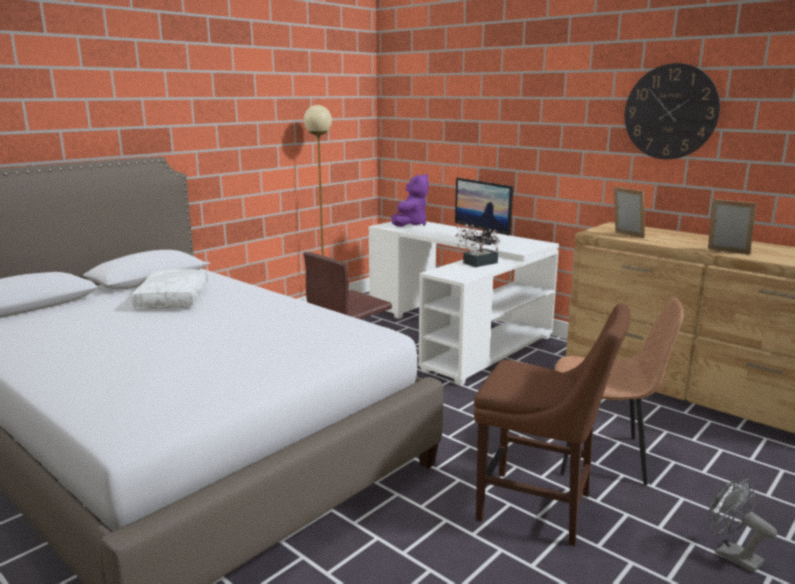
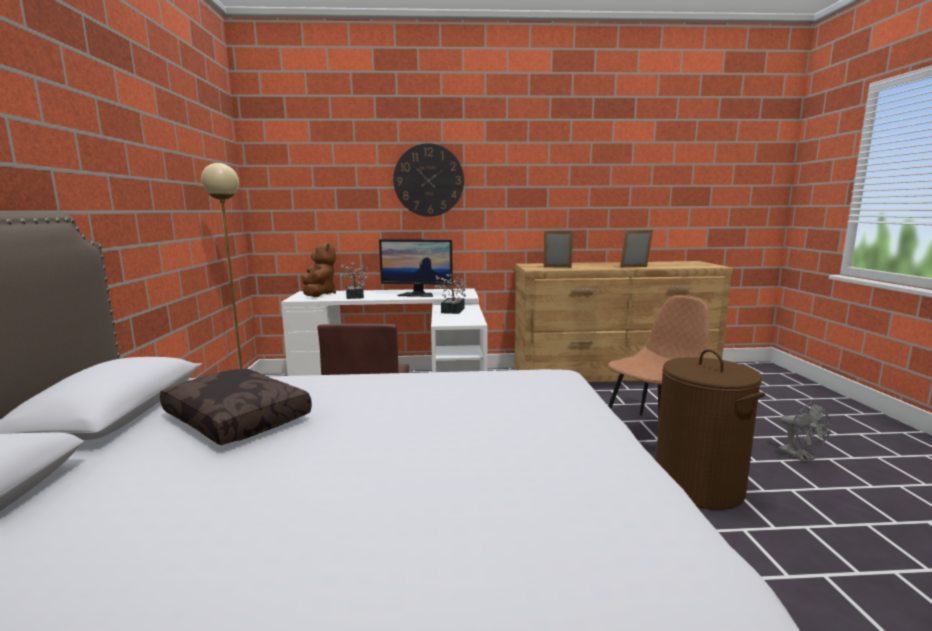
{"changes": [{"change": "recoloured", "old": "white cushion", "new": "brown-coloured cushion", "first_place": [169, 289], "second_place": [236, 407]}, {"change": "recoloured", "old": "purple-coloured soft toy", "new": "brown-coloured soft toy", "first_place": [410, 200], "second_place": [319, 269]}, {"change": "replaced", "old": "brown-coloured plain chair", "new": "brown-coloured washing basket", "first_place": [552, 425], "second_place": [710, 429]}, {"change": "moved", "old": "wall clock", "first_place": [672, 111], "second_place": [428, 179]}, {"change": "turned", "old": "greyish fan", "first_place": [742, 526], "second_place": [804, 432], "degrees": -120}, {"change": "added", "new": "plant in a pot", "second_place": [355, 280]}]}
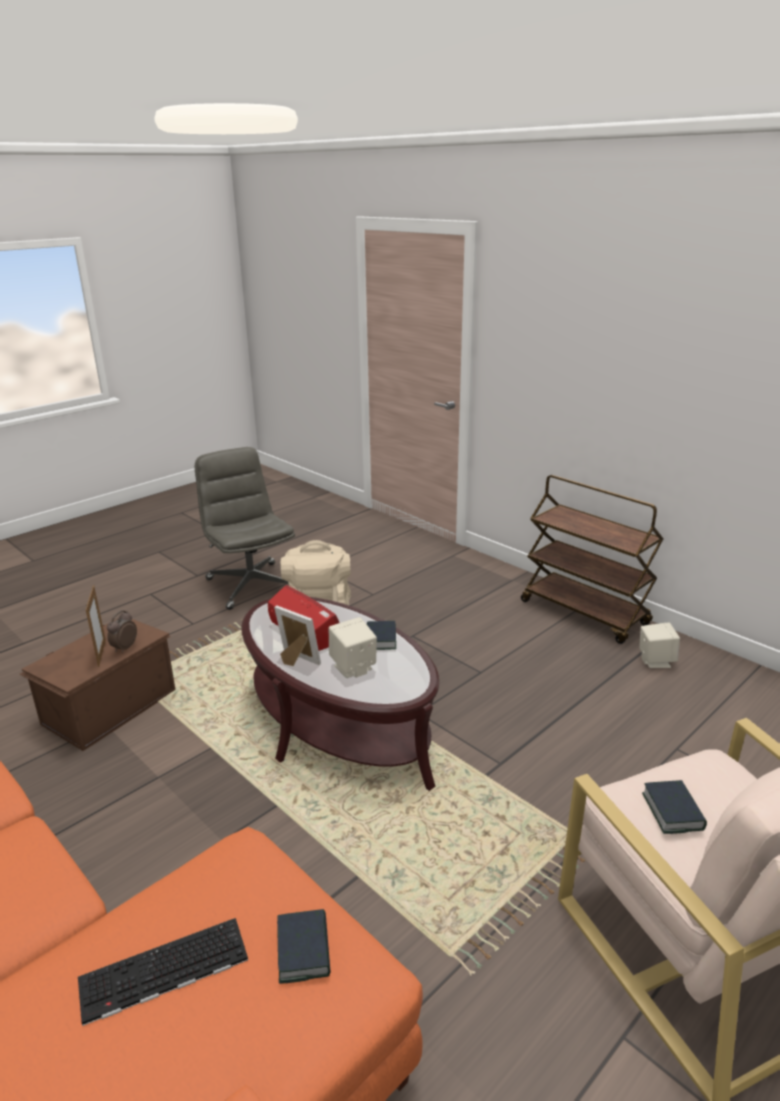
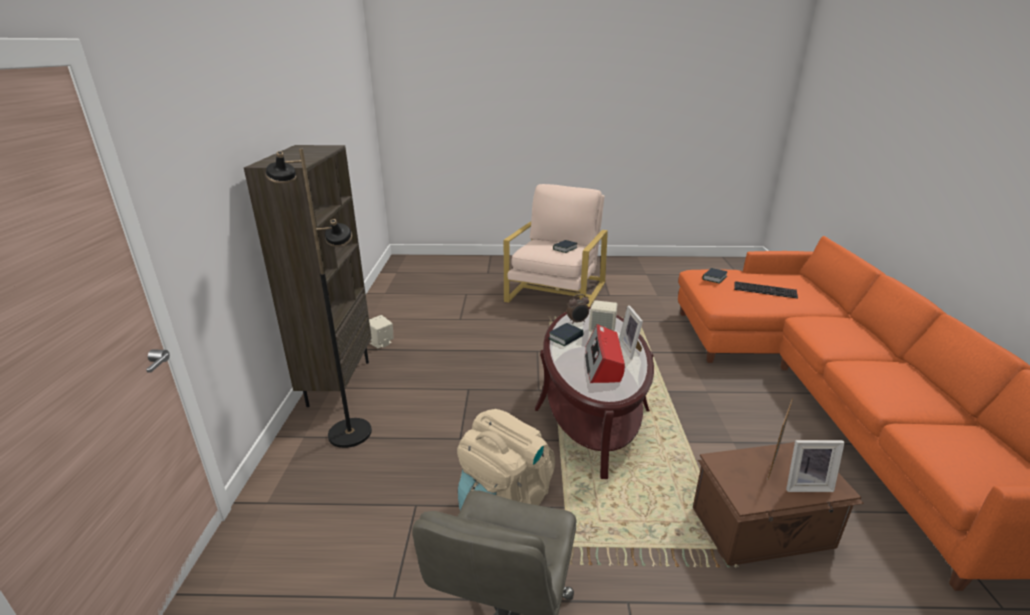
{"changes": [{"change": "moved", "old": "bedside clock", "first_place": [122, 631], "second_place": [578, 309]}, {"change": "replaced", "old": "brown-coloured cart", "new": "brown-coloured shelving unit", "first_place": [592, 559], "second_place": [308, 276]}, {"change": "added", "new": "black standard lamp", "second_place": [318, 298]}, {"change": "added", "new": "photo frame", "second_place": [815, 466]}]}
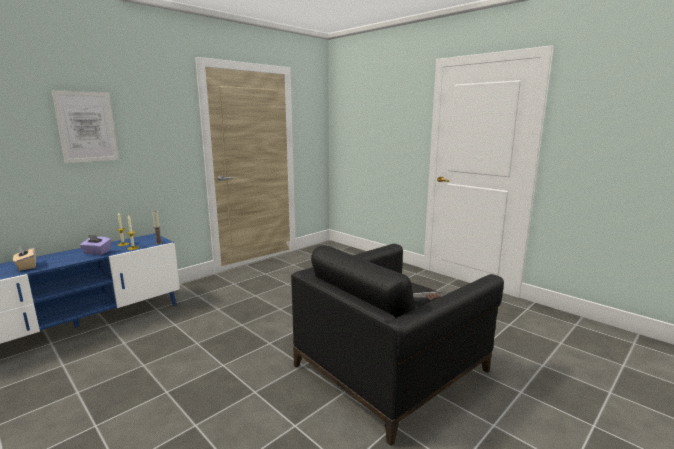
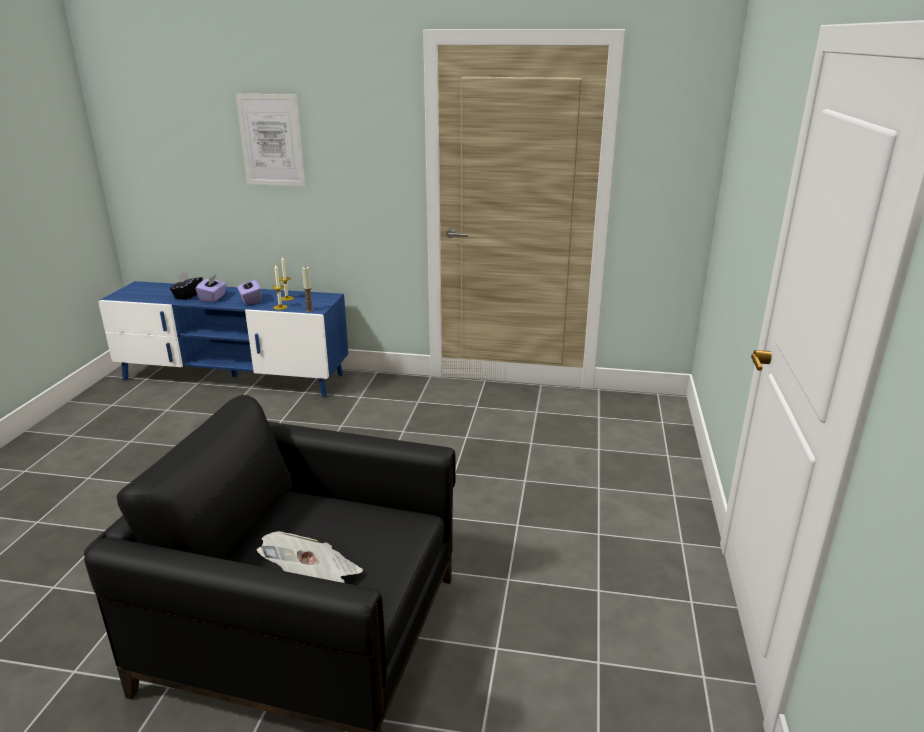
{"changes": [{"change": "recoloured", "old": "beige-coloured tissue holder", "new": "black tissue holder", "first_place": [24, 258], "second_place": [186, 286]}, {"change": "added", "new": "purple-coloured tissue holder", "second_place": [211, 288]}]}
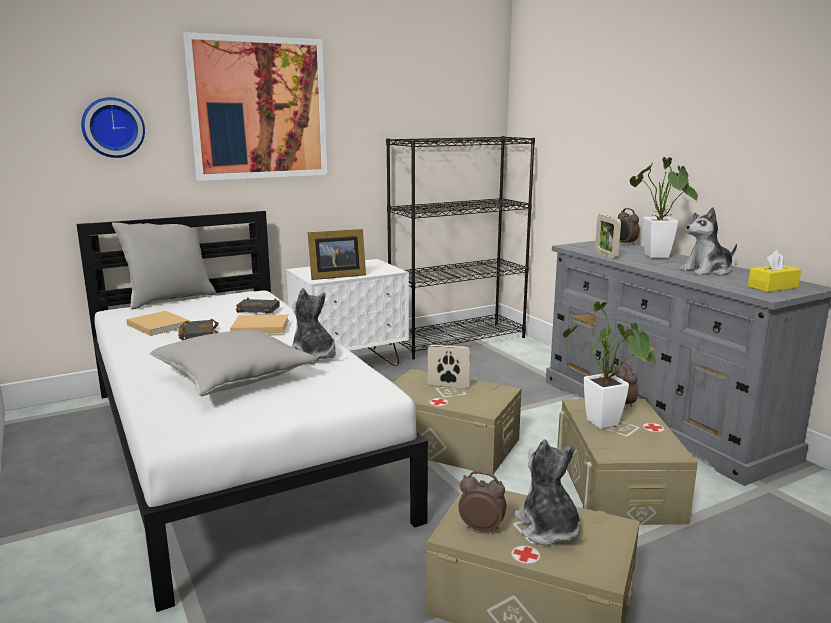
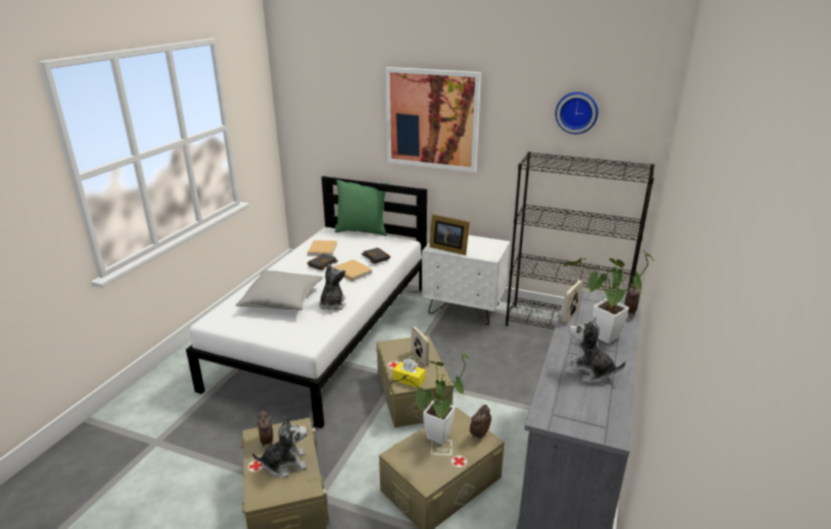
{"changes": [{"change": "moved", "old": "wall clock", "first_place": [113, 127], "second_place": [576, 113]}, {"change": "recoloured", "old": "greyish cushion", "new": "green cushion", "first_place": [164, 262], "second_place": [362, 208]}, {"change": "turned", "old": "soft toy", "first_place": [547, 492], "second_place": [280, 446], "degrees": 45}, {"change": "moved", "old": "yellow tissue holder", "first_place": [774, 271], "second_place": [409, 373]}]}
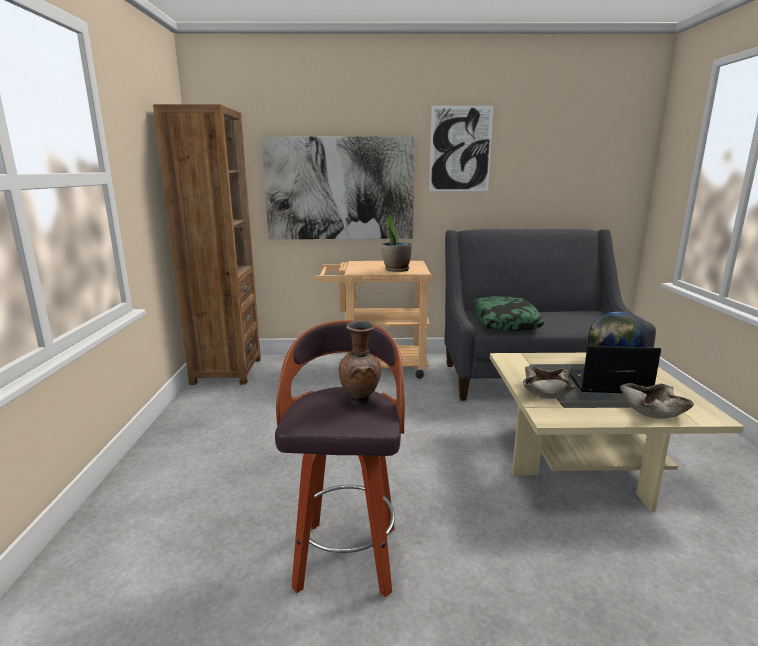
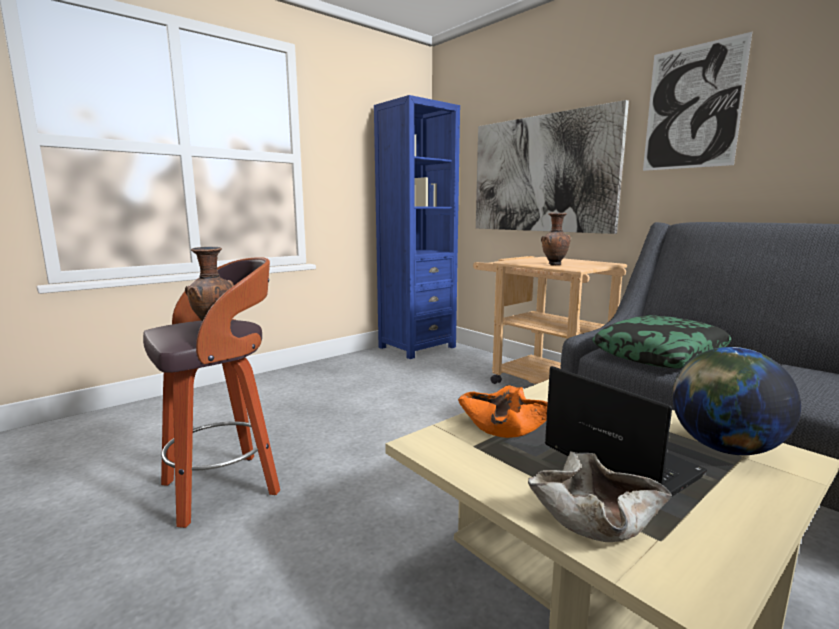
{"changes": [{"change": "recoloured", "old": "brown-coloured shelving unit", "new": "blue-coloured shelving unit", "first_place": [207, 244], "second_place": [417, 227]}, {"change": "replaced", "old": "plant in a pot", "new": "brown-coloured decorative vase", "first_place": [396, 243], "second_place": [556, 239]}, {"change": "recoloured", "old": "beige-coloured deep dish", "new": "orange deep dish", "first_place": [549, 382], "second_place": [503, 411]}]}
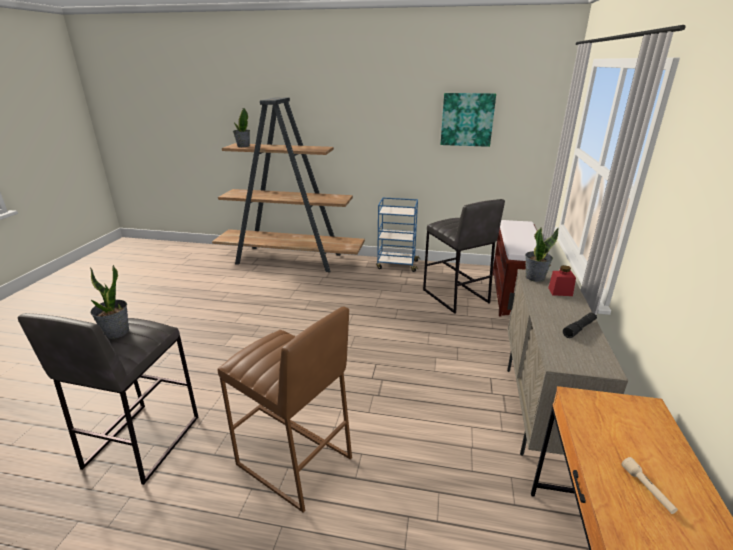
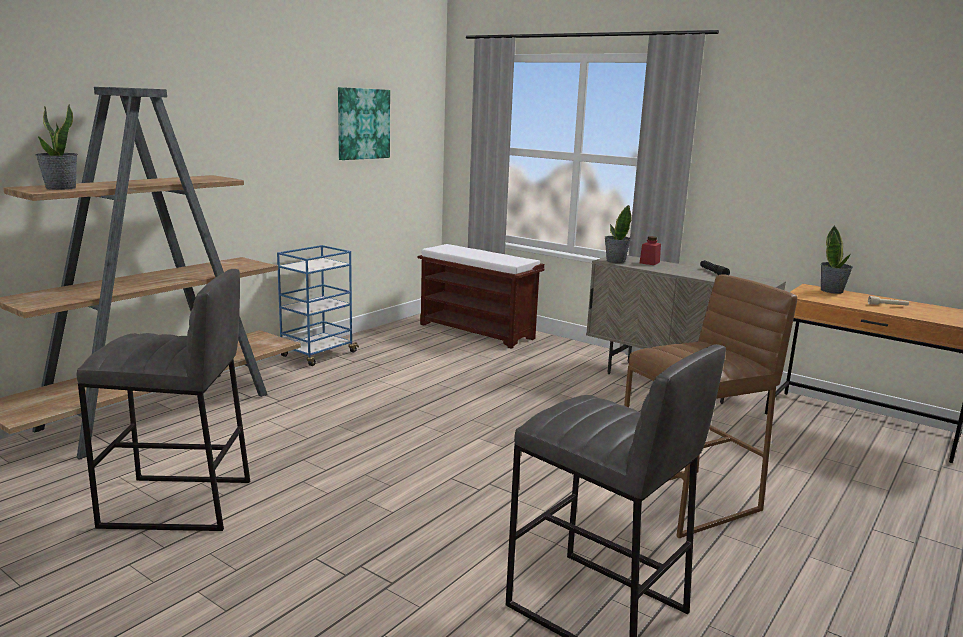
{"changes": [{"change": "moved", "old": "plant in a pot", "first_place": [110, 302], "second_place": [837, 260]}, {"change": "moved", "old": "greyish stool seat", "first_place": [464, 256], "second_place": [163, 400]}]}
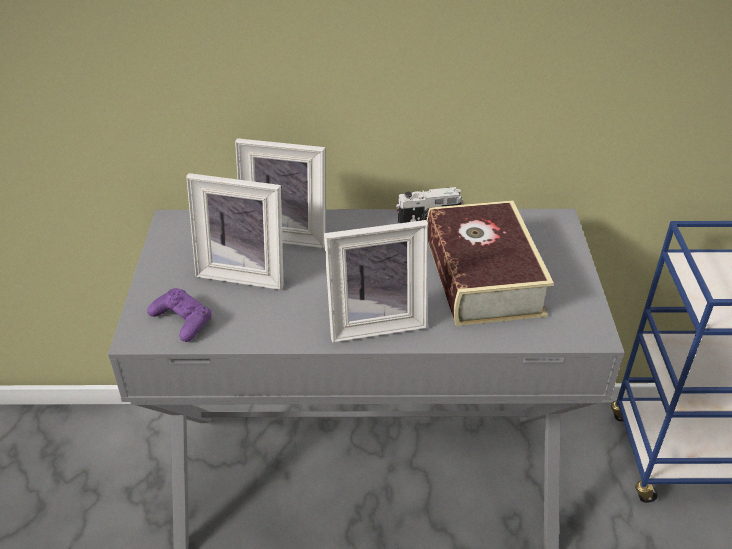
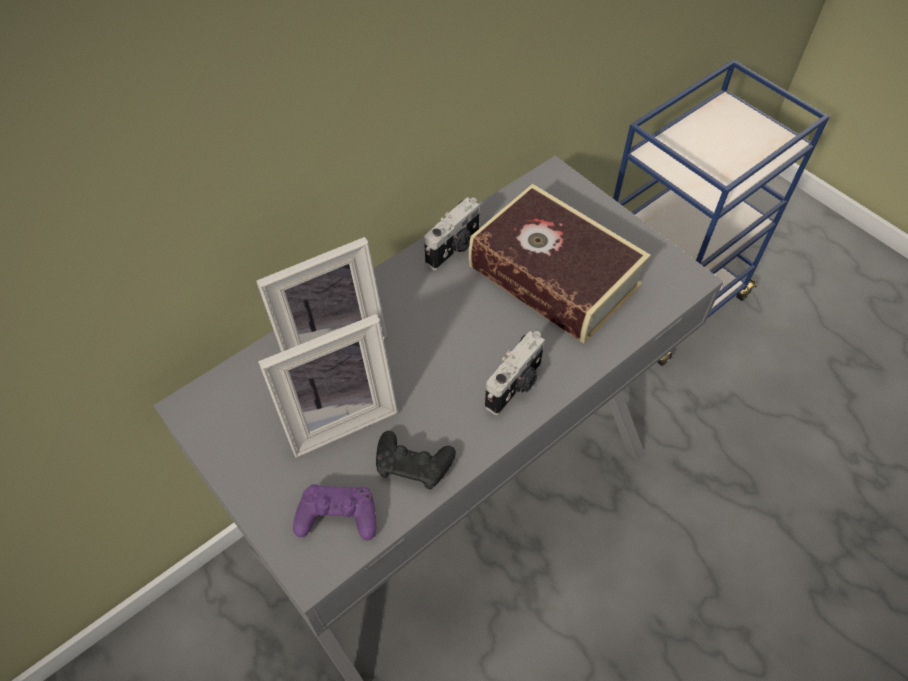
{"changes": [{"change": "replaced", "old": "photo frame", "new": "photo camera", "first_place": [376, 281], "second_place": [515, 373]}, {"change": "added", "new": "black gamepad", "second_place": [416, 460]}]}
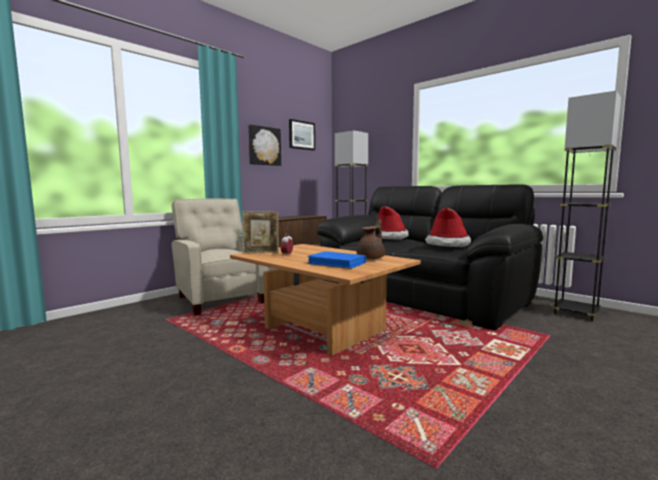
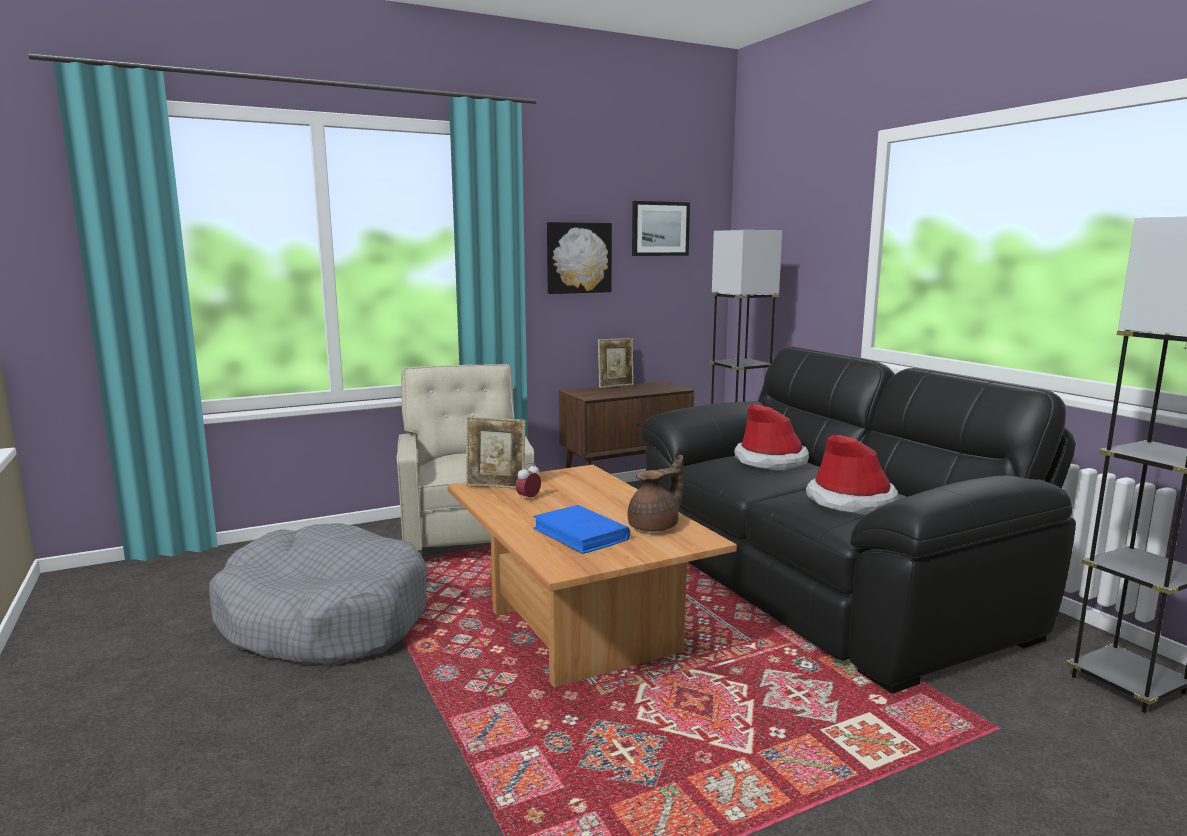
{"changes": [{"change": "added", "new": "greyish dog bed", "second_place": [318, 594]}, {"change": "added", "new": "photo frame", "second_place": [616, 363]}]}
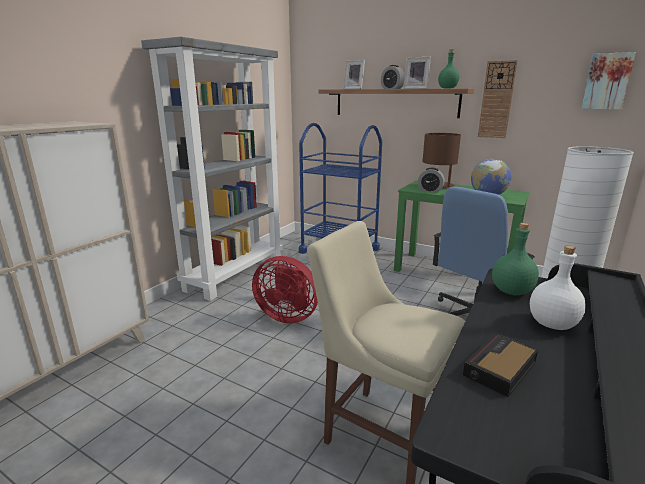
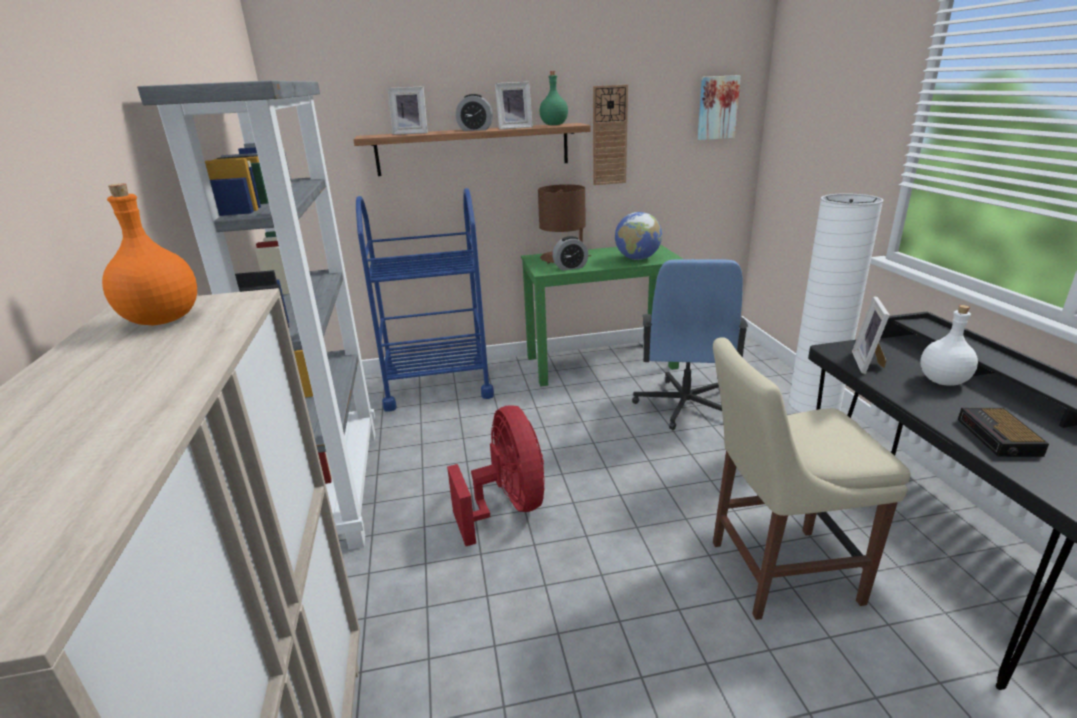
{"changes": [{"change": "turned", "old": "reddish fan", "first_place": [285, 290], "second_place": [496, 475], "degrees": -90}, {"change": "replaced", "old": "green beverage bottle", "new": "photo frame", "first_place": [515, 259], "second_place": [871, 335]}, {"change": "added", "new": "orange beverage bottle", "second_place": [149, 254]}]}
